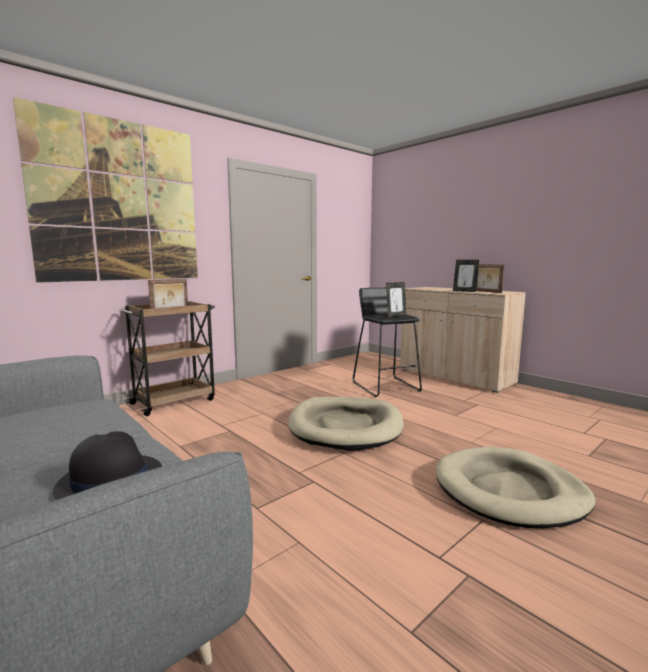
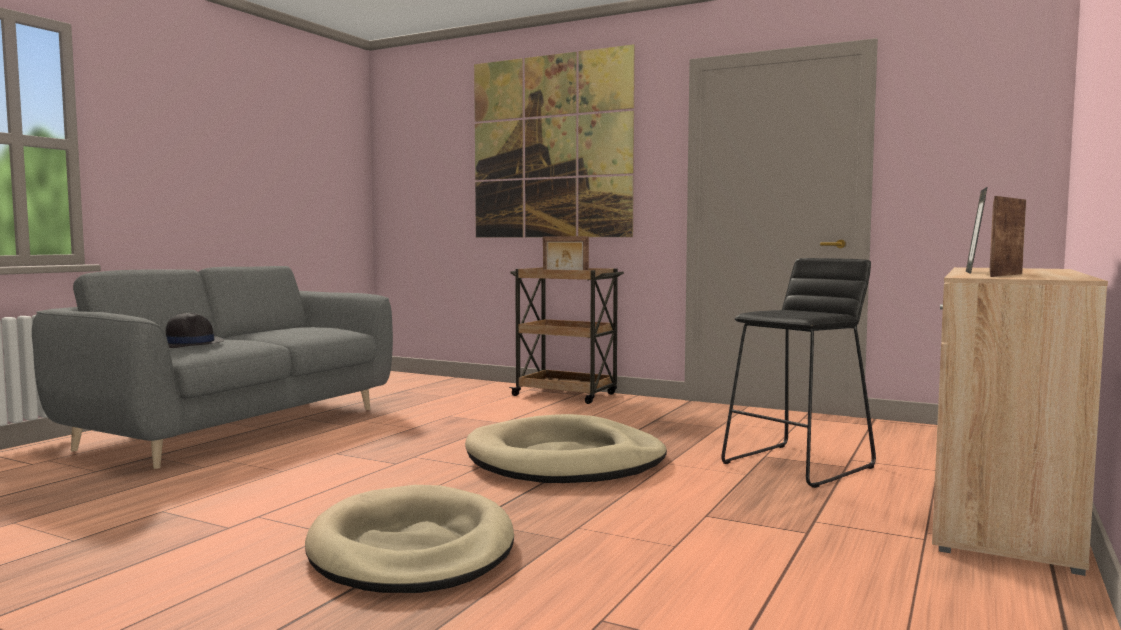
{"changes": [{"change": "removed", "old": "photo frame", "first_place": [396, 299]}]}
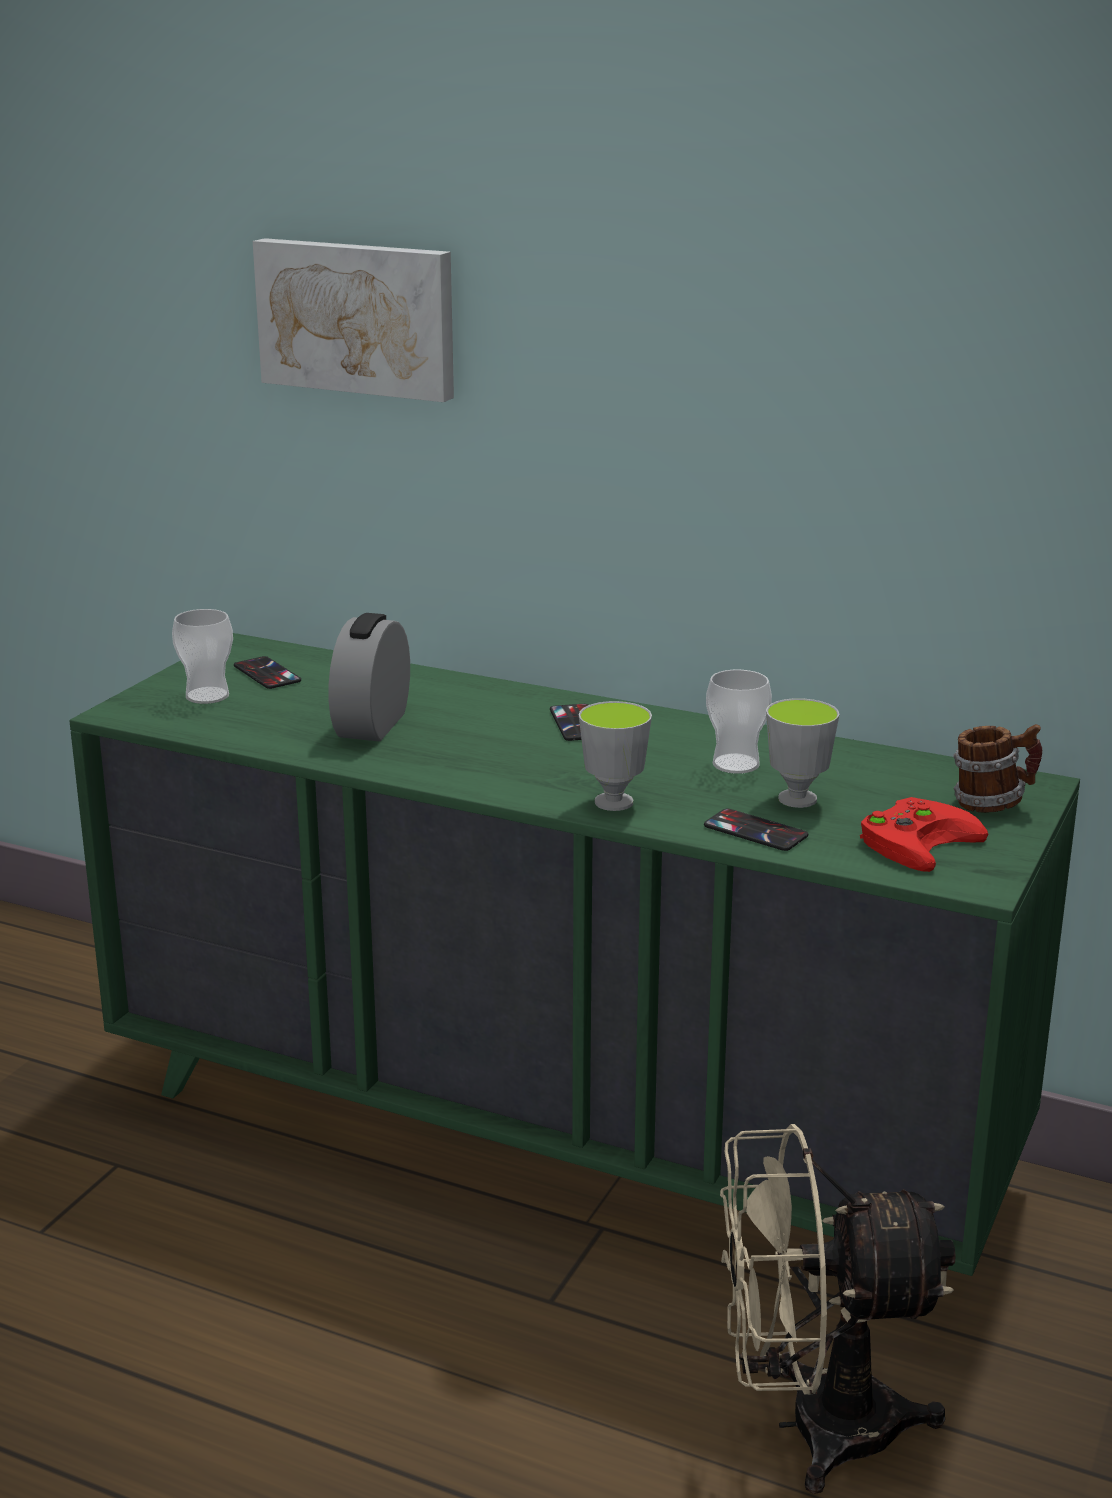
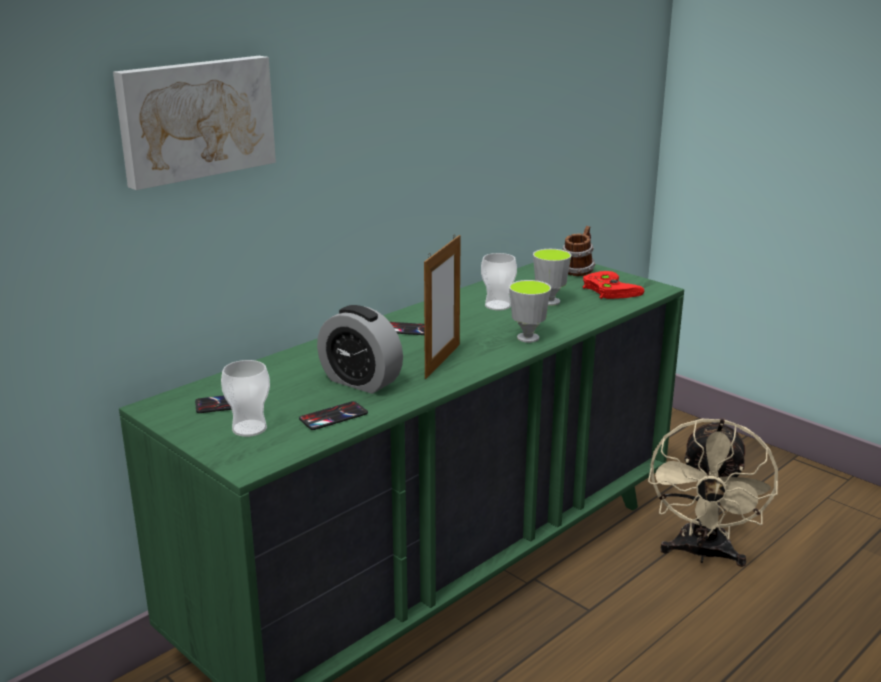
{"changes": [{"change": "moved", "old": "telephone", "first_place": [756, 830], "second_place": [333, 415]}, {"change": "added", "new": "photo frame", "second_place": [442, 306]}]}
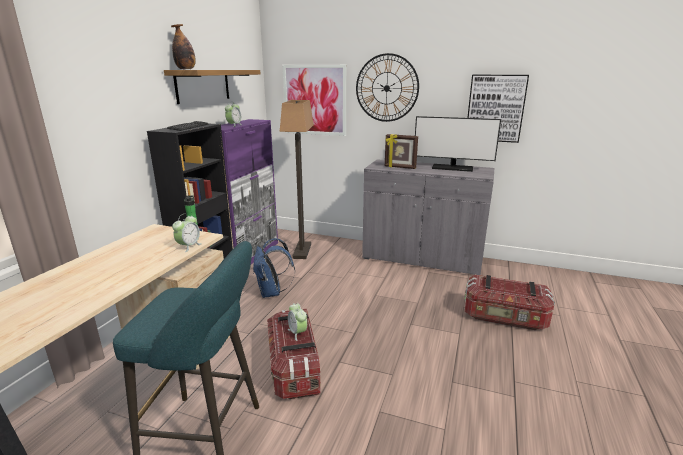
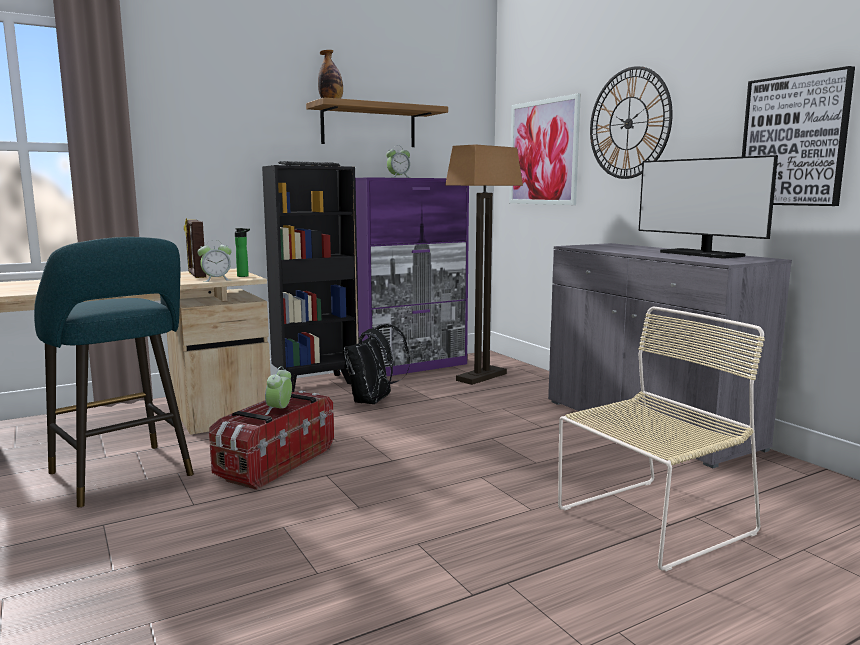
{"changes": [{"change": "recoloured", "old": "blue-coloured knapsack", "new": "black knapsack", "first_place": [274, 268], "second_place": [376, 364]}, {"change": "moved", "old": "photo frame", "first_place": [401, 151], "second_place": [195, 248]}, {"change": "replaced", "old": "storage bin", "new": "beige-coloured plain chair", "first_place": [509, 302], "second_place": [661, 438]}]}
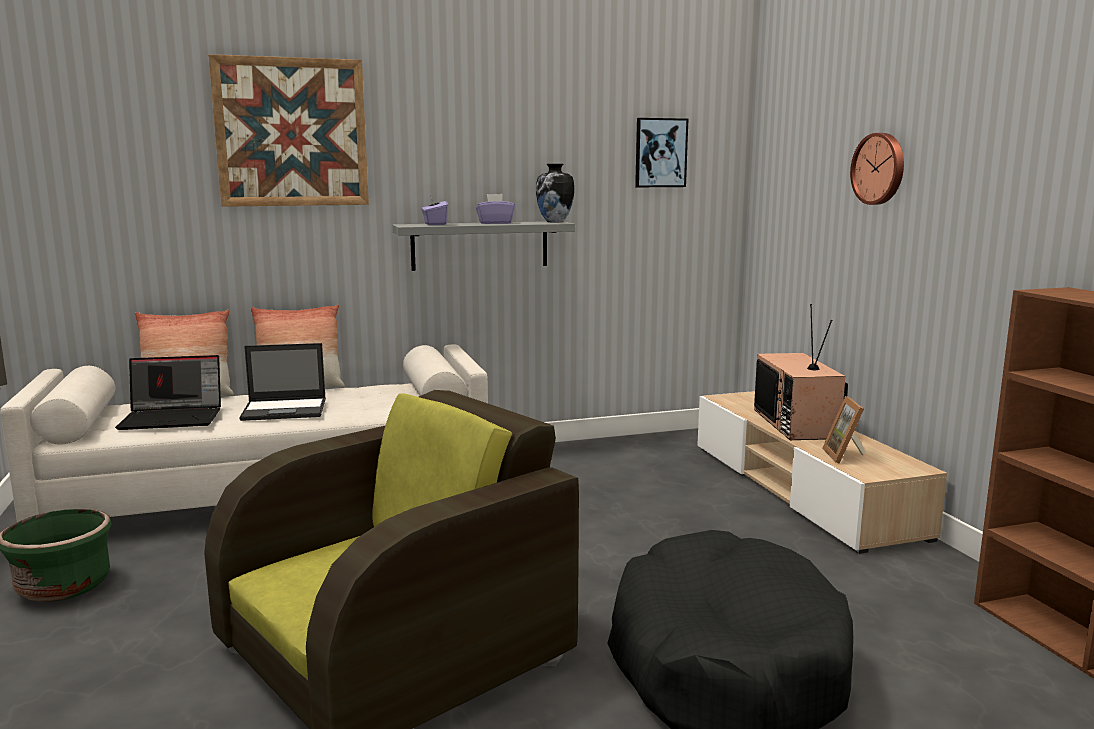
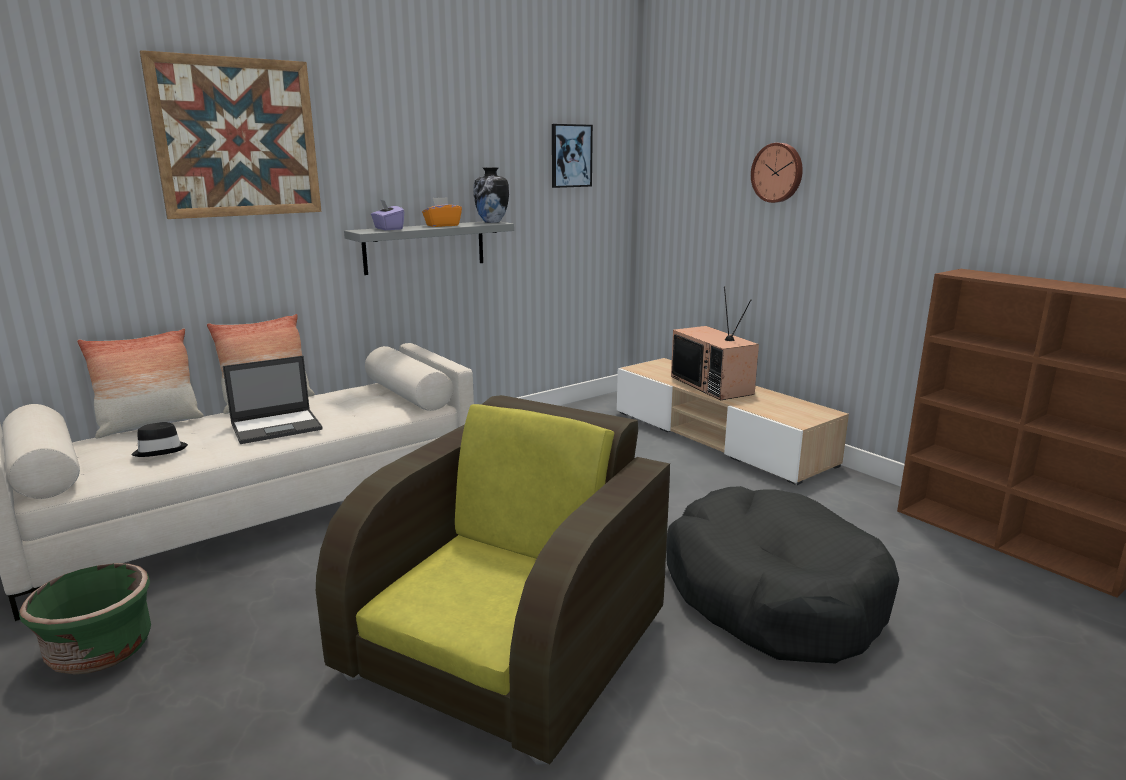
{"changes": [{"change": "replaced", "old": "notebook computer", "new": "black wearable hat", "first_place": [168, 392], "second_place": [159, 439]}, {"change": "recoloured", "old": "purple-coloured tissue holder", "new": "orange tissue holder", "first_place": [495, 209], "second_place": [442, 212]}, {"change": "removed", "old": "photo frame", "first_place": [843, 430]}]}
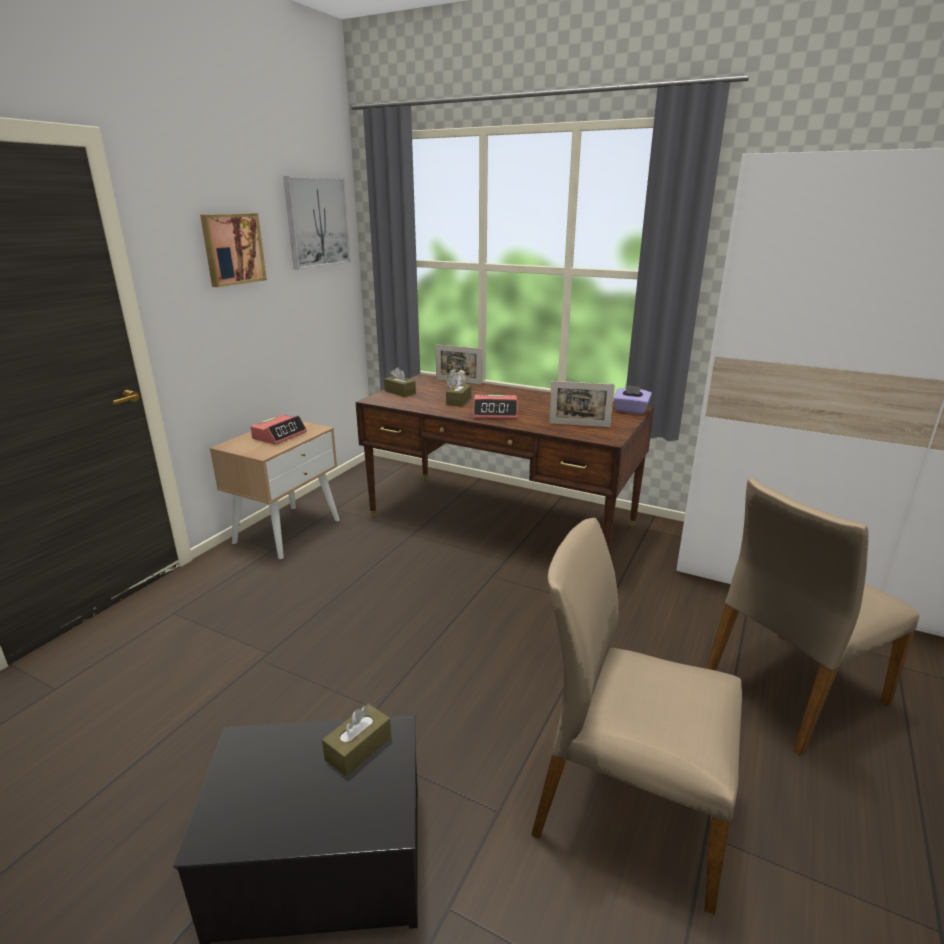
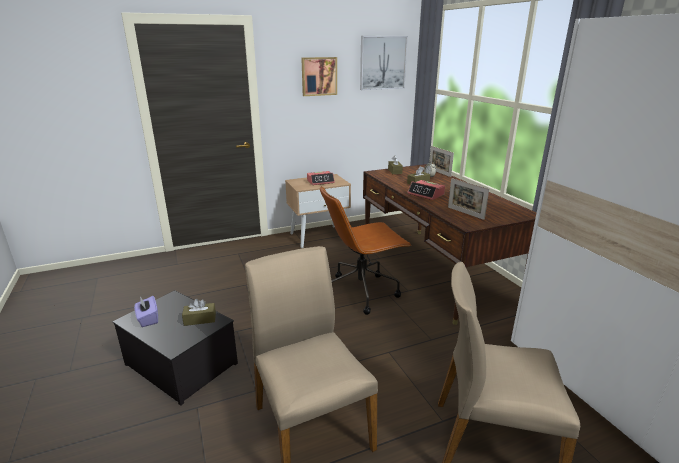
{"changes": [{"change": "moved", "old": "purple-coloured tissue holder", "first_place": [633, 399], "second_place": [146, 311]}, {"change": "added", "new": "brown-coloured office chair", "second_place": [365, 250]}]}
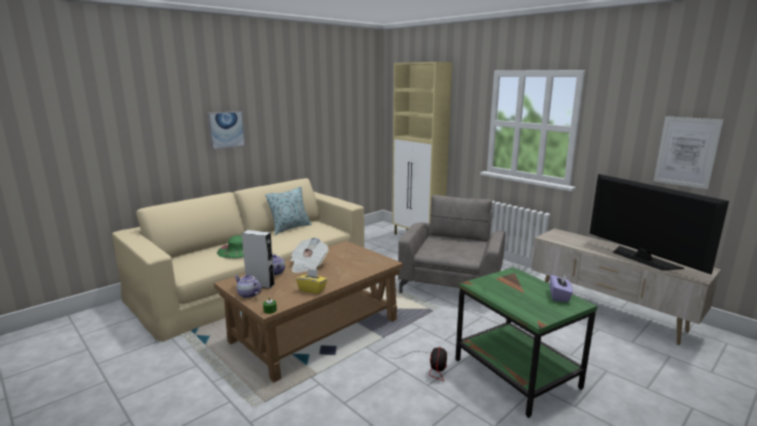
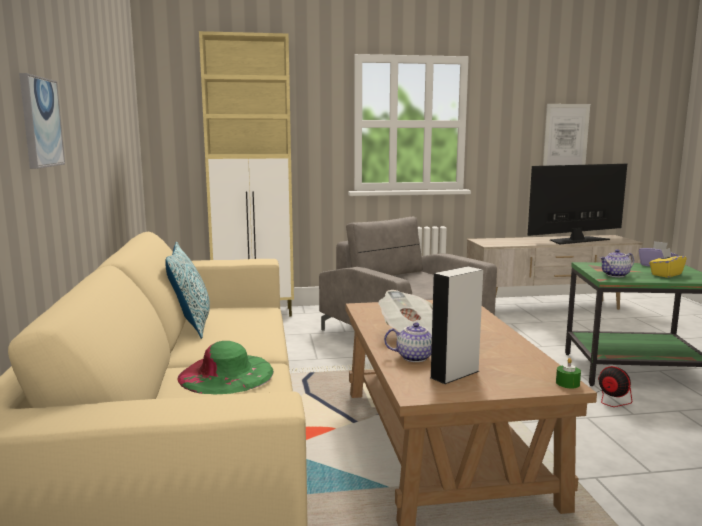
{"changes": [{"change": "moved", "old": "pot for tea", "first_place": [247, 286], "second_place": [617, 263]}, {"change": "moved", "old": "yellow tissue holder", "first_place": [311, 281], "second_place": [668, 263]}, {"change": "turned", "old": "TV", "first_place": [659, 224], "second_place": [577, 204], "degrees": 150}]}
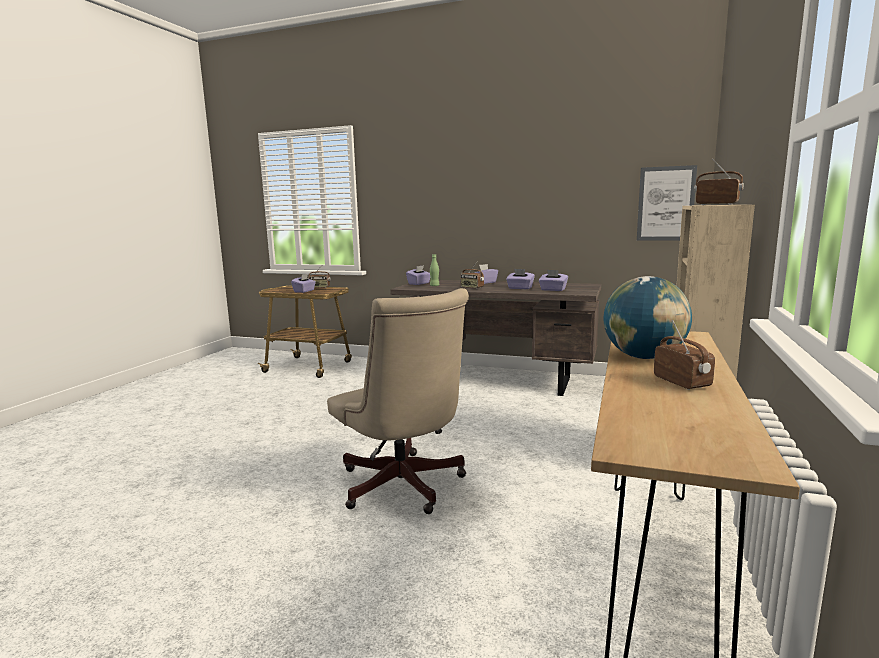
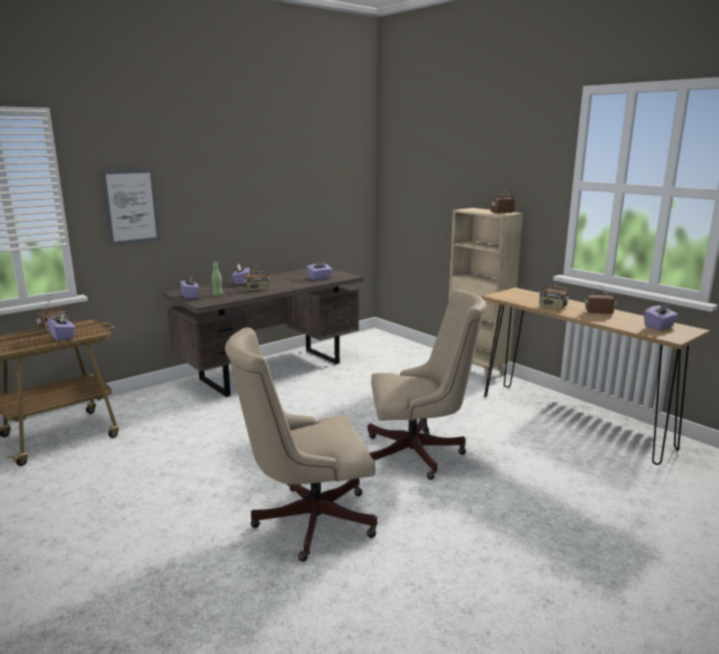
{"changes": [{"change": "moved", "old": "purple-coloured tissue holder", "first_place": [520, 279], "second_place": [661, 316]}, {"change": "replaced", "old": "world globe", "new": "radio set", "first_place": [648, 317], "second_place": [554, 293]}, {"change": "moved", "old": "picture", "first_place": [667, 203], "second_place": [130, 207]}, {"change": "added", "new": "beige-coloured office chair", "second_place": [301, 444]}]}
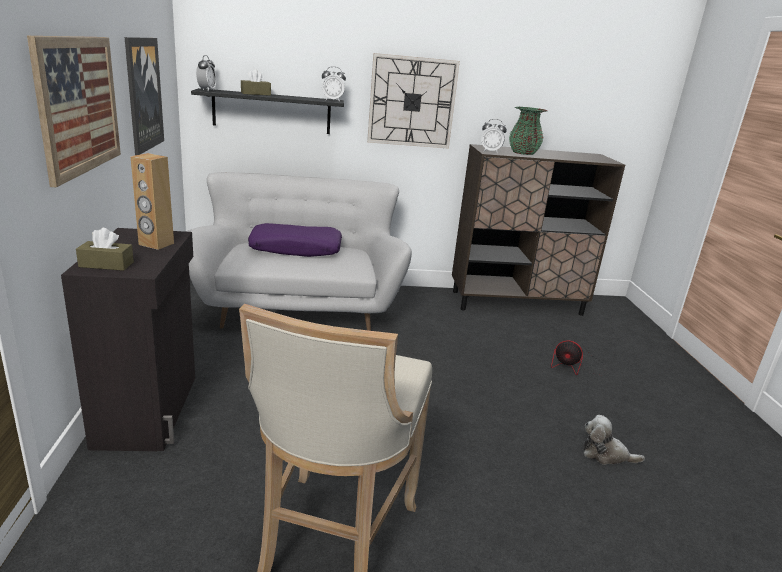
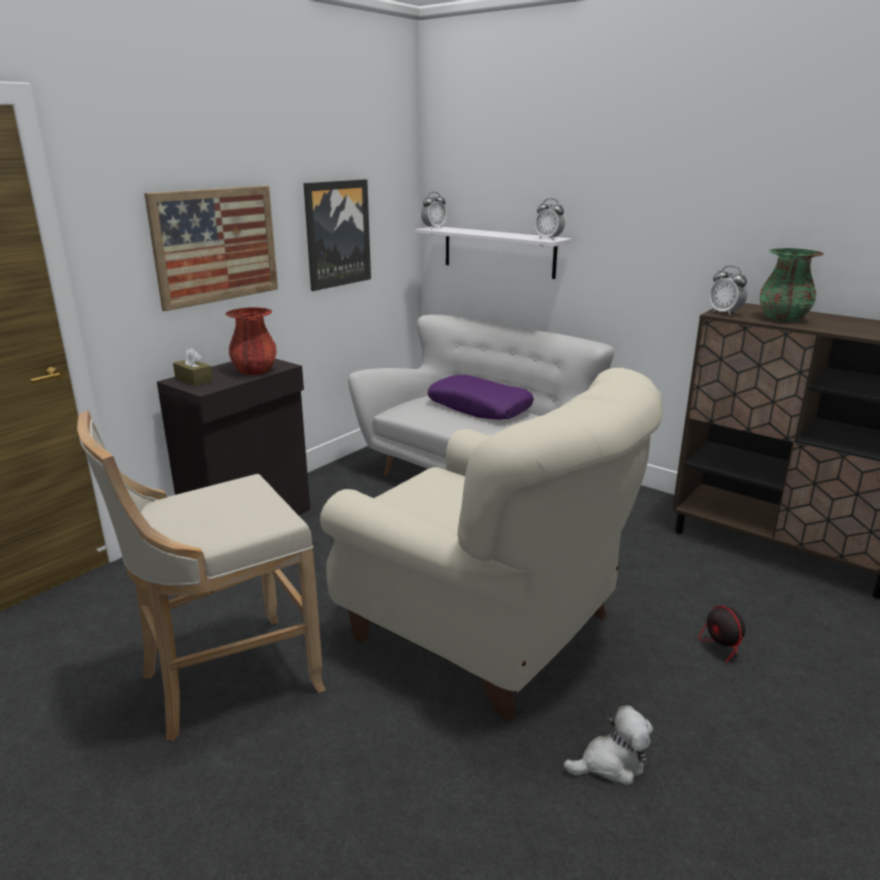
{"changes": [{"change": "replaced", "old": "brown-coloured loudspeaker", "new": "reddish decorative vase", "first_place": [152, 201], "second_place": [251, 341]}, {"change": "recoloured", "old": "black wall shelf", "new": "white wall shelf", "first_place": [267, 111], "second_place": [494, 252]}, {"change": "removed", "old": "brown-coloured tissue holder", "first_place": [256, 82]}, {"change": "removed", "old": "wall clock", "first_place": [413, 101]}, {"change": "turned", "old": "soft toy", "first_place": [614, 440], "second_place": [608, 745], "degrees": 105}, {"change": "added", "new": "beige-coloured lounge chair", "second_place": [491, 544]}]}
